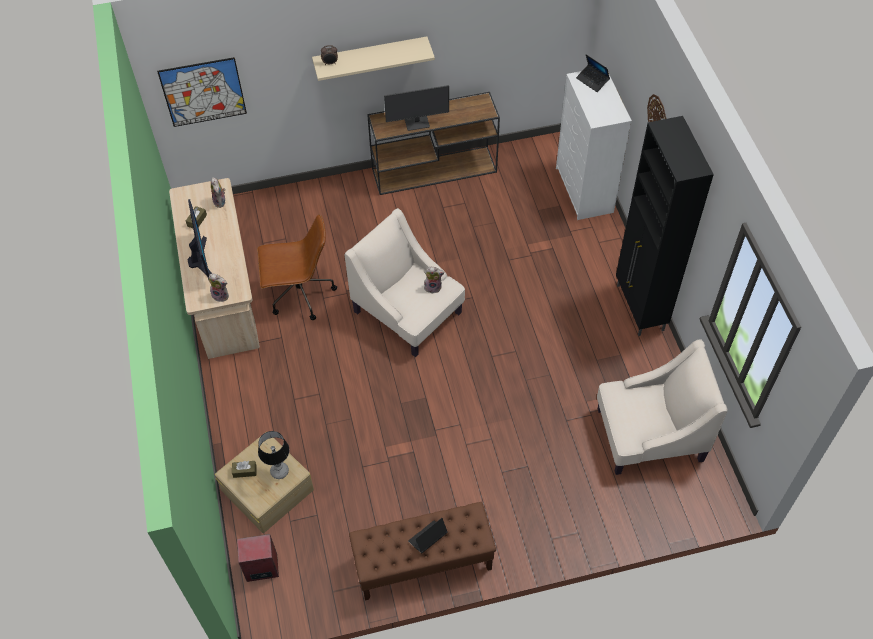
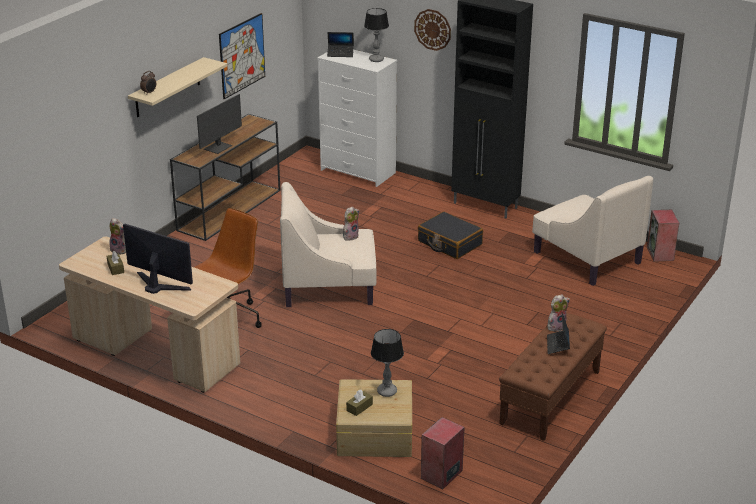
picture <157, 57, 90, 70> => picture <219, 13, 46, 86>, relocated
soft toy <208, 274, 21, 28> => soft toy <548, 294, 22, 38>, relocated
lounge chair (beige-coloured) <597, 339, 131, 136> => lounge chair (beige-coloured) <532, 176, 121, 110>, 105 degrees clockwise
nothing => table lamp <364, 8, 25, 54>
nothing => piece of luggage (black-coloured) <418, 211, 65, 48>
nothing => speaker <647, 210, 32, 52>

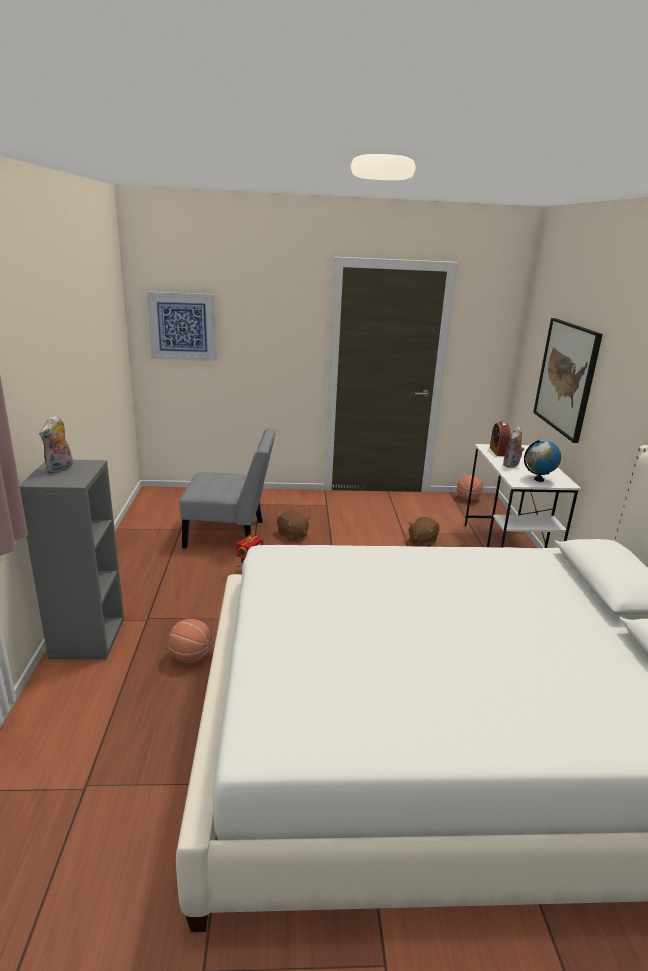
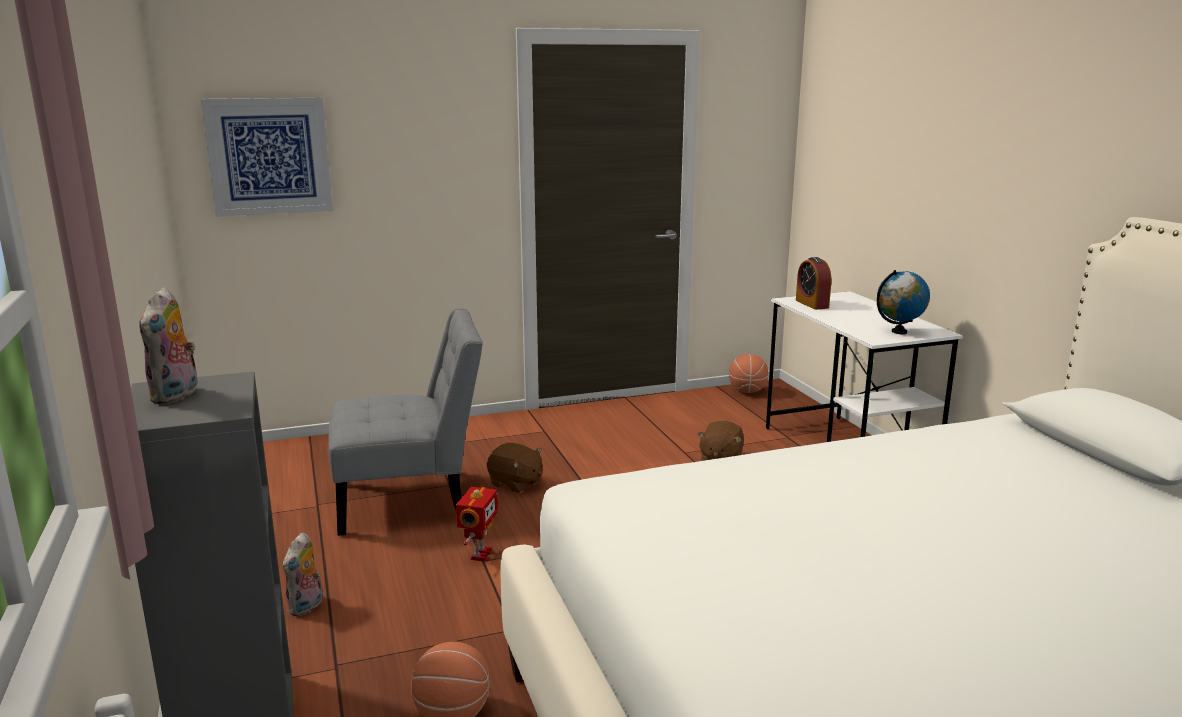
soft toy <503, 426, 21, 42> => soft toy <282, 533, 41, 83>, relocated
picture <533, 318, 70, 125> => nothing

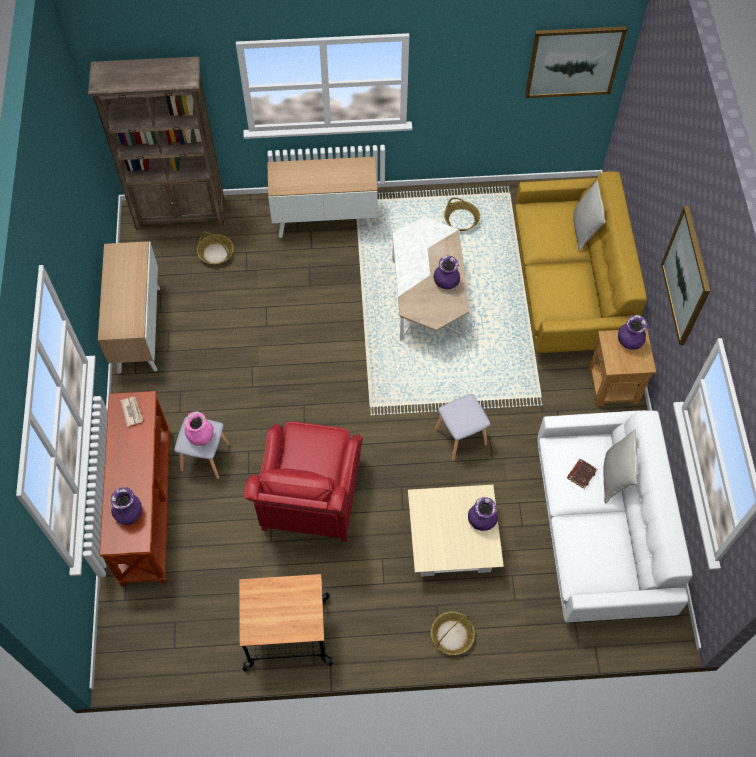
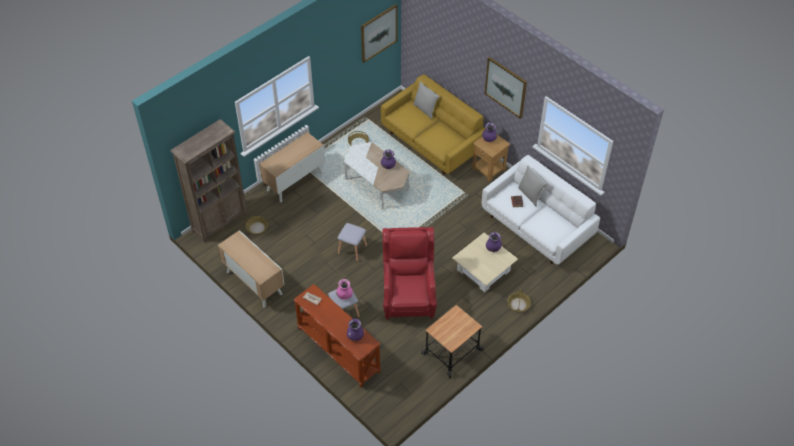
lounge chair (red-coloured) <244, 421, 119, 121> => lounge chair (red-coloured) <383, 227, 54, 93>, 150 degrees counterclockwise
sitting stool (greyish) <435, 394, 55, 67> => sitting stool (greyish) <338, 223, 29, 39>, relocated

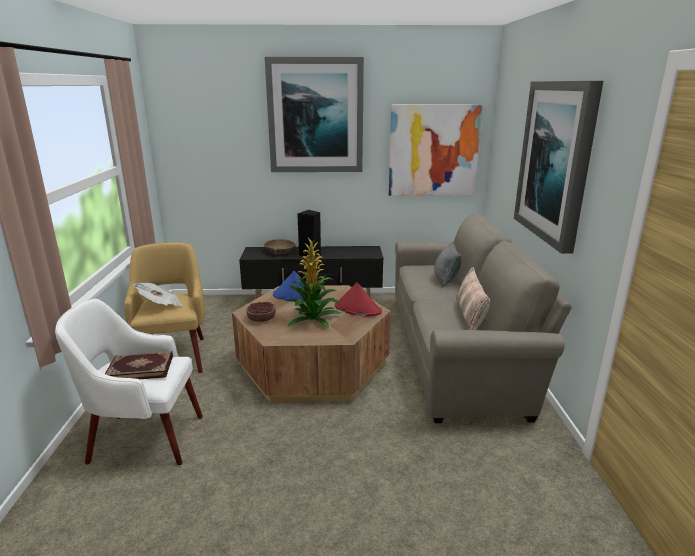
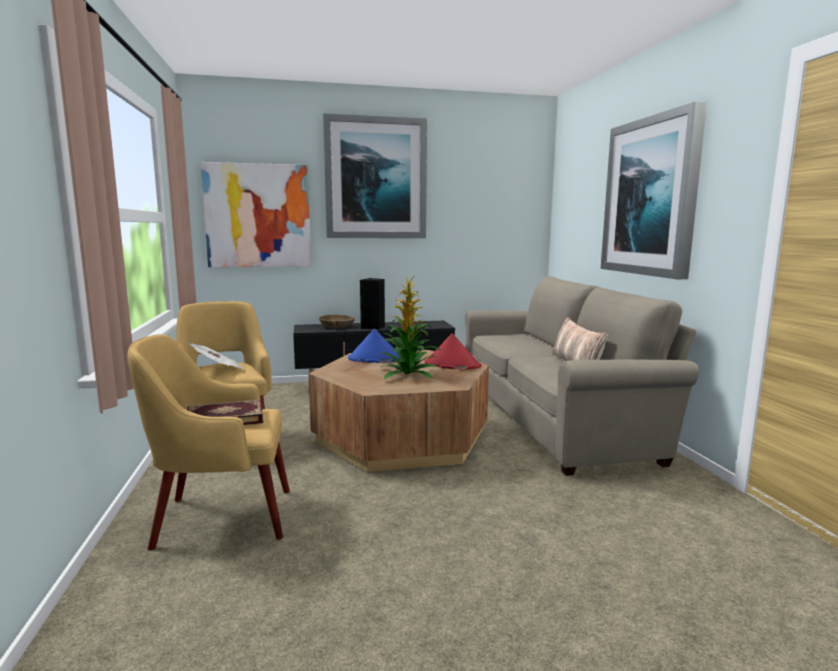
lounge chair (white) <55, 299, 148, 166> => lounge chair (yellow) <127, 334, 163, 216>
bowl <246, 302, 30, 20> => nothing
picture <388, 104, 95, 92> => picture <201, 162, 110, 105>, relocated
throw pillow (greyish) <434, 241, 28, 47> => nothing

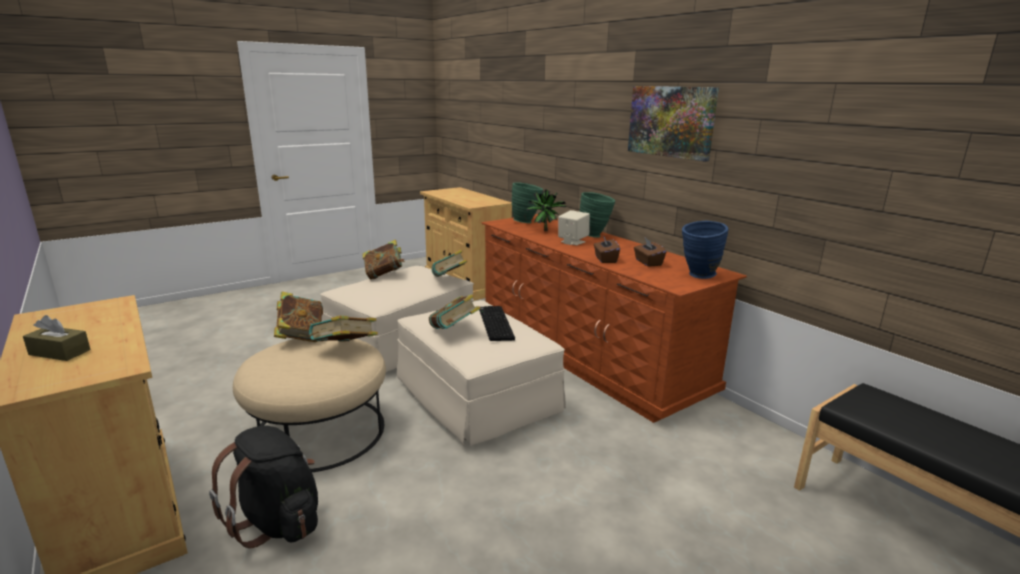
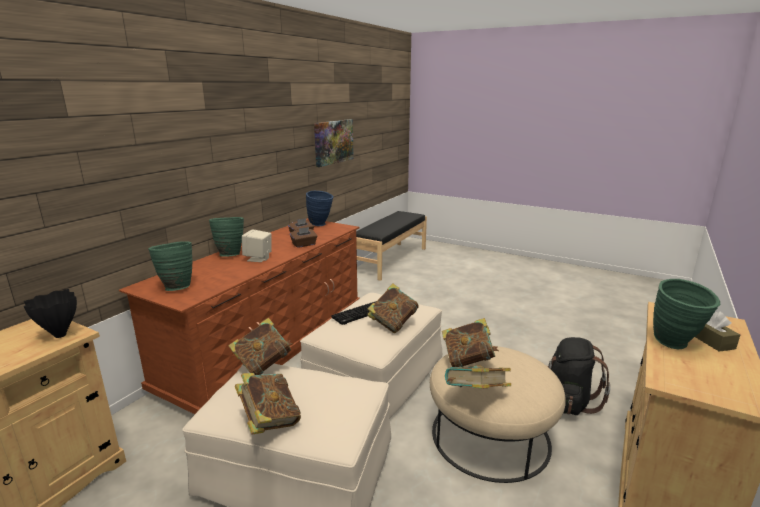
plant in a pot <526, 189, 40, 42> => nothing
picture <628, 86, 91, 76> => picture <314, 119, 40, 48>, relocated
nothing => flower vase (black-coloured) <24, 289, 53, 49>
nothing => flower vase (green) <653, 279, 67, 70>

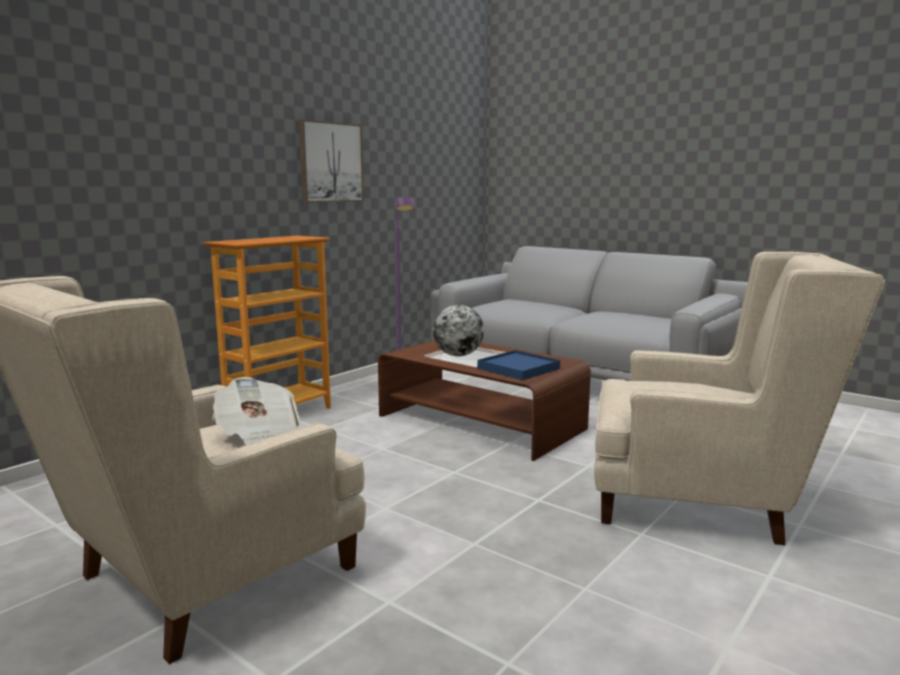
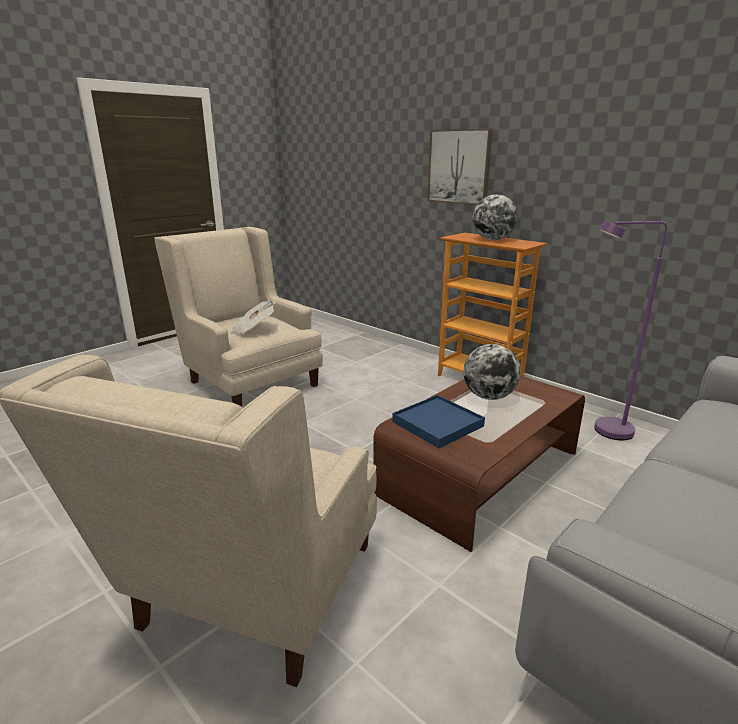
picture <299, 119, 65, 84> => picture <427, 128, 66, 77>, relocated
nothing => desk globe <472, 194, 46, 46>

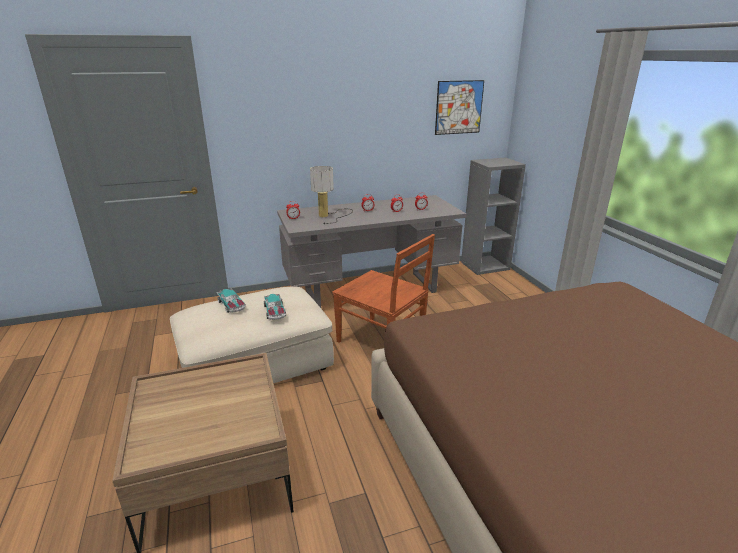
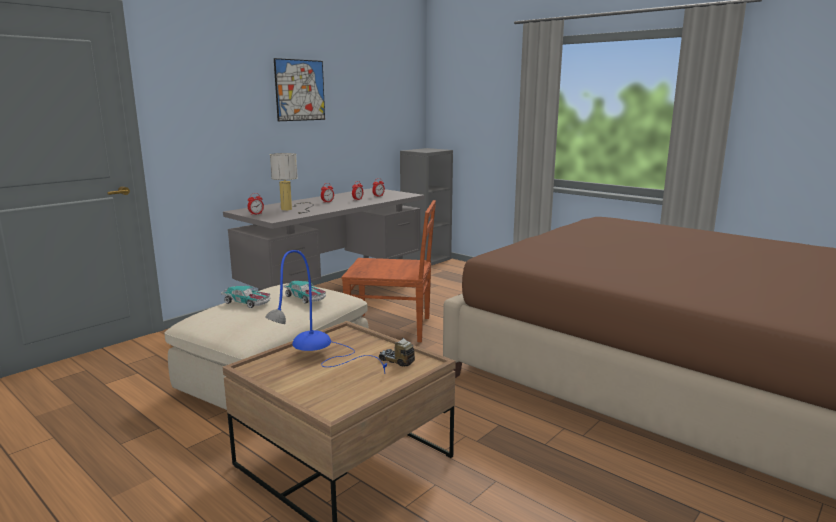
picture <435, 80, 49, 55> => picture <274, 58, 51, 63>, relocated
nothing => table lamp (blue) <266, 250, 122, 123>
nothing => model truck <379, 338, 36, 28>

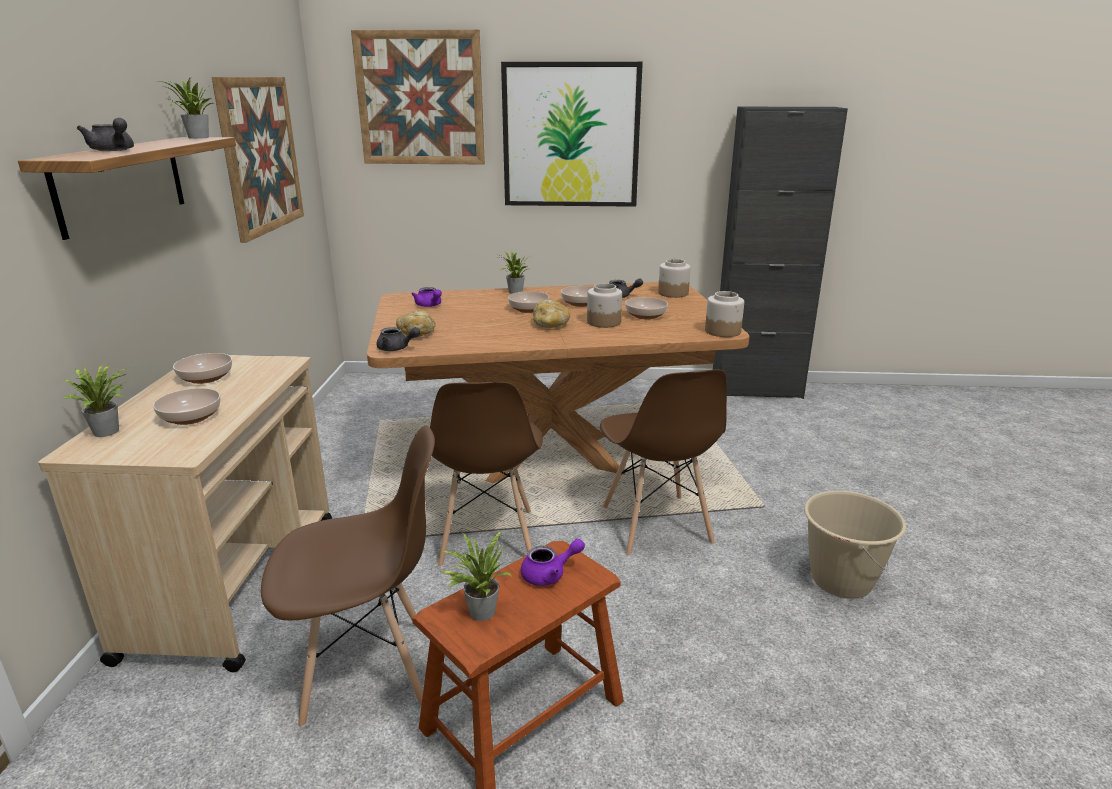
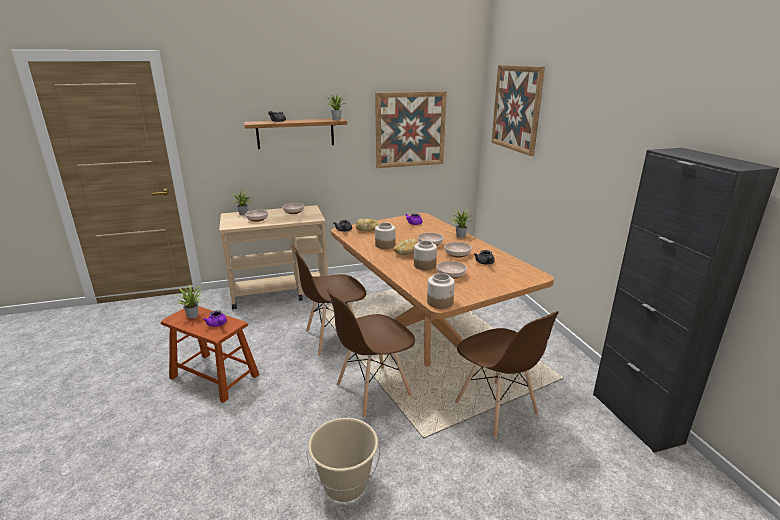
chair (brown-coloured) <261, 426, 174, 301> => chair (brown-coloured) <455, 311, 104, 128>, relocated
picture <501, 62, 142, 145> => nothing
storage jar <658, 259, 33, 39> => storage jar <375, 223, 20, 26>, relocated

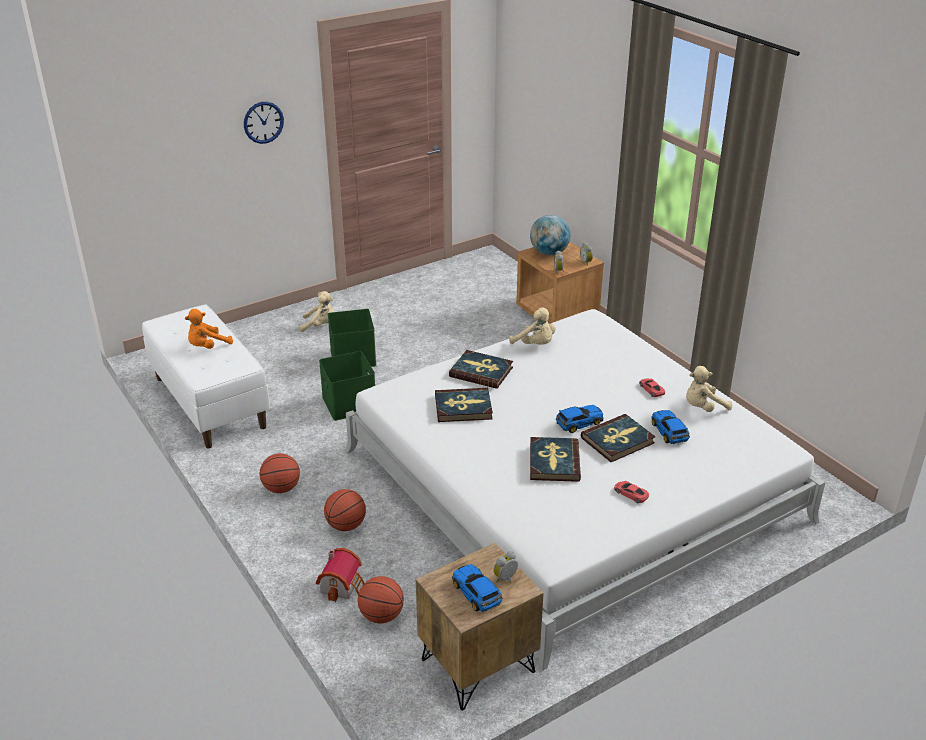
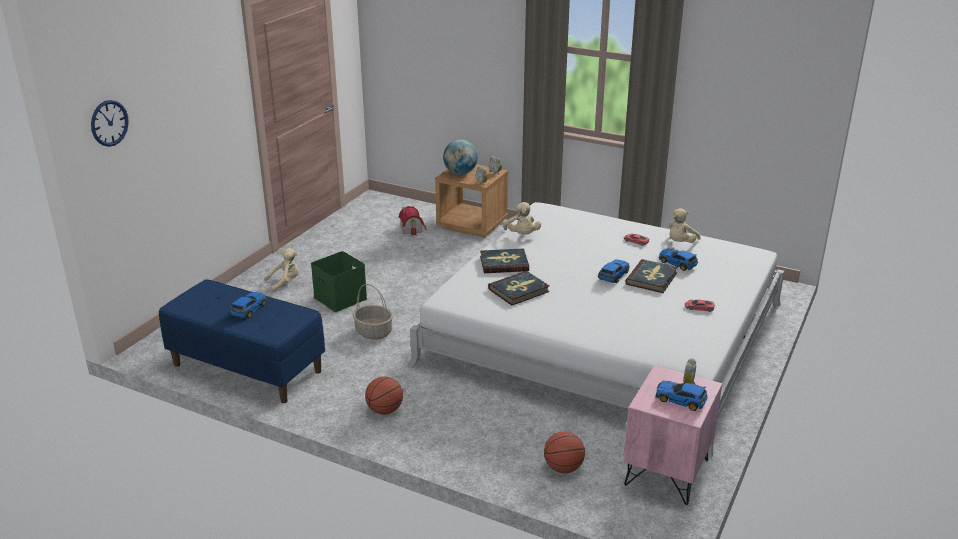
indoor bench (white) <142, 304, 128, 144> => indoor bench (blue) <159, 279, 166, 124>
soft toy (orange-coloured) <185, 309, 48, 40> => miniature car <230, 292, 37, 26>
wall clock <244, 102, 40, 42> => wall clock <91, 100, 38, 47>, relocated
model house <316, 548, 48, 54> => model house <399, 206, 28, 30>, relocated
storage box (green) <319, 351, 56, 70> => household basket <353, 284, 40, 56>
basketball ball <324, 489, 42, 42> => nothing
nightstand (brown-coloured) <416, 543, 128, 168> => nightstand (pinkish) <623, 365, 99, 140>
soft toy (beige-coloured) <509, 308, 46, 37> => soft toy (beige-coloured) <503, 202, 38, 33>, 60 degrees clockwise
book <530, 437, 51, 45> => nothing

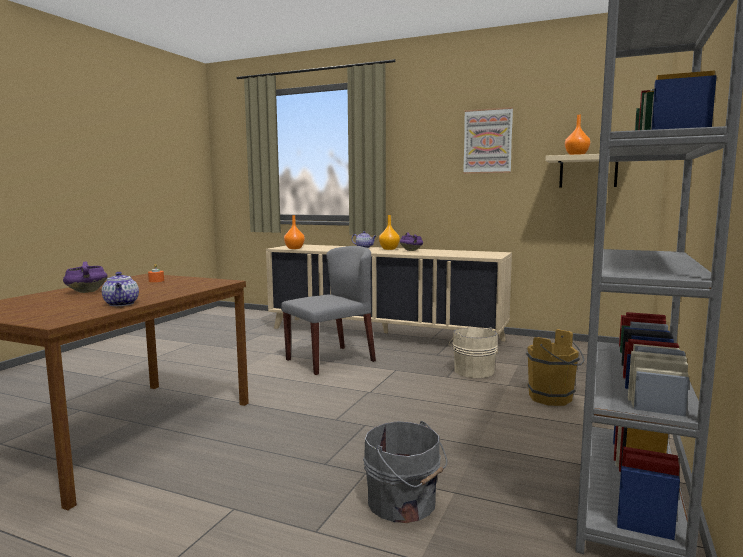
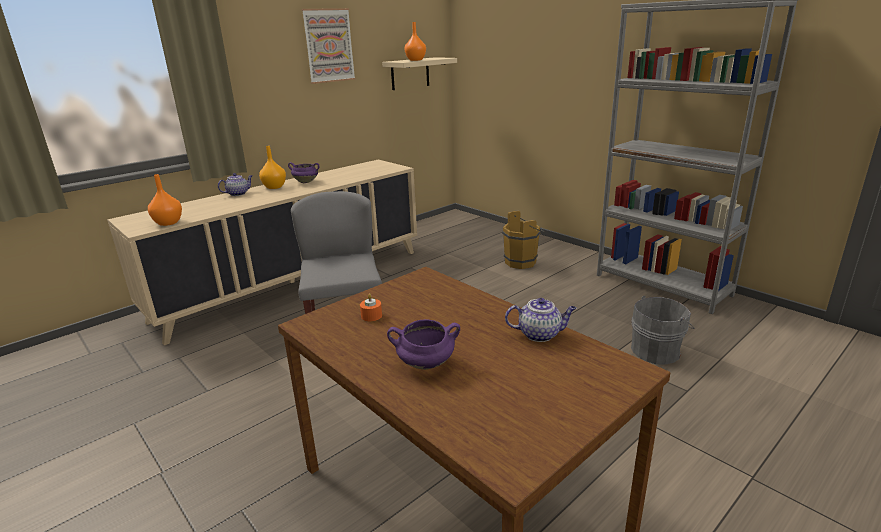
bucket (beige-coloured) <449, 327, 49, 51> => nothing

